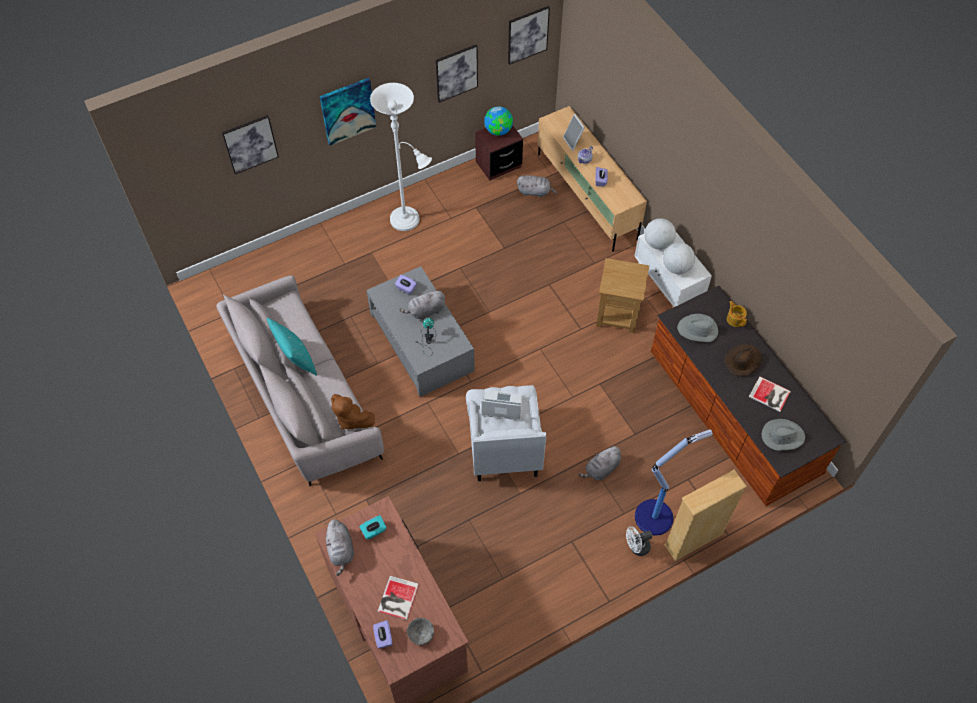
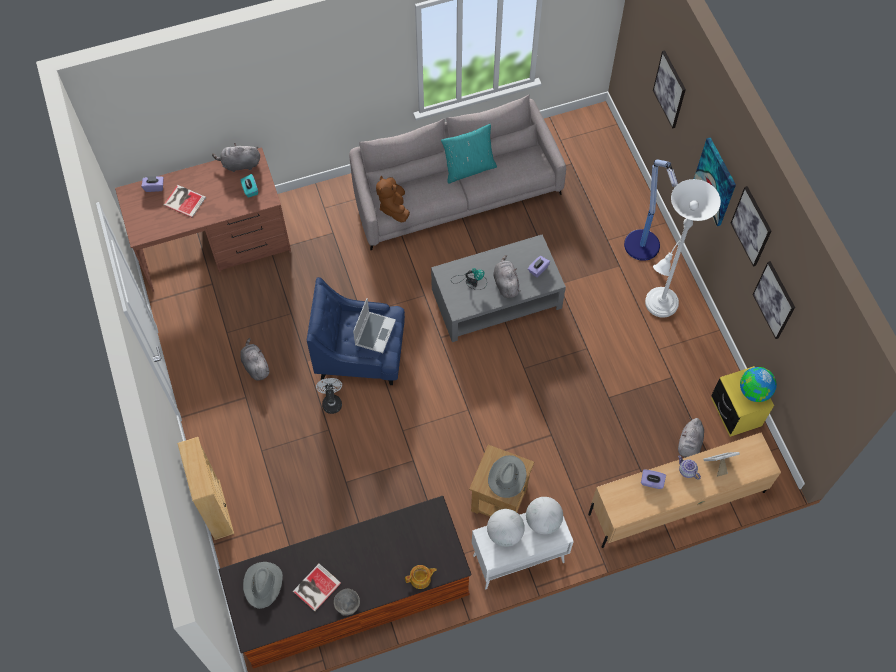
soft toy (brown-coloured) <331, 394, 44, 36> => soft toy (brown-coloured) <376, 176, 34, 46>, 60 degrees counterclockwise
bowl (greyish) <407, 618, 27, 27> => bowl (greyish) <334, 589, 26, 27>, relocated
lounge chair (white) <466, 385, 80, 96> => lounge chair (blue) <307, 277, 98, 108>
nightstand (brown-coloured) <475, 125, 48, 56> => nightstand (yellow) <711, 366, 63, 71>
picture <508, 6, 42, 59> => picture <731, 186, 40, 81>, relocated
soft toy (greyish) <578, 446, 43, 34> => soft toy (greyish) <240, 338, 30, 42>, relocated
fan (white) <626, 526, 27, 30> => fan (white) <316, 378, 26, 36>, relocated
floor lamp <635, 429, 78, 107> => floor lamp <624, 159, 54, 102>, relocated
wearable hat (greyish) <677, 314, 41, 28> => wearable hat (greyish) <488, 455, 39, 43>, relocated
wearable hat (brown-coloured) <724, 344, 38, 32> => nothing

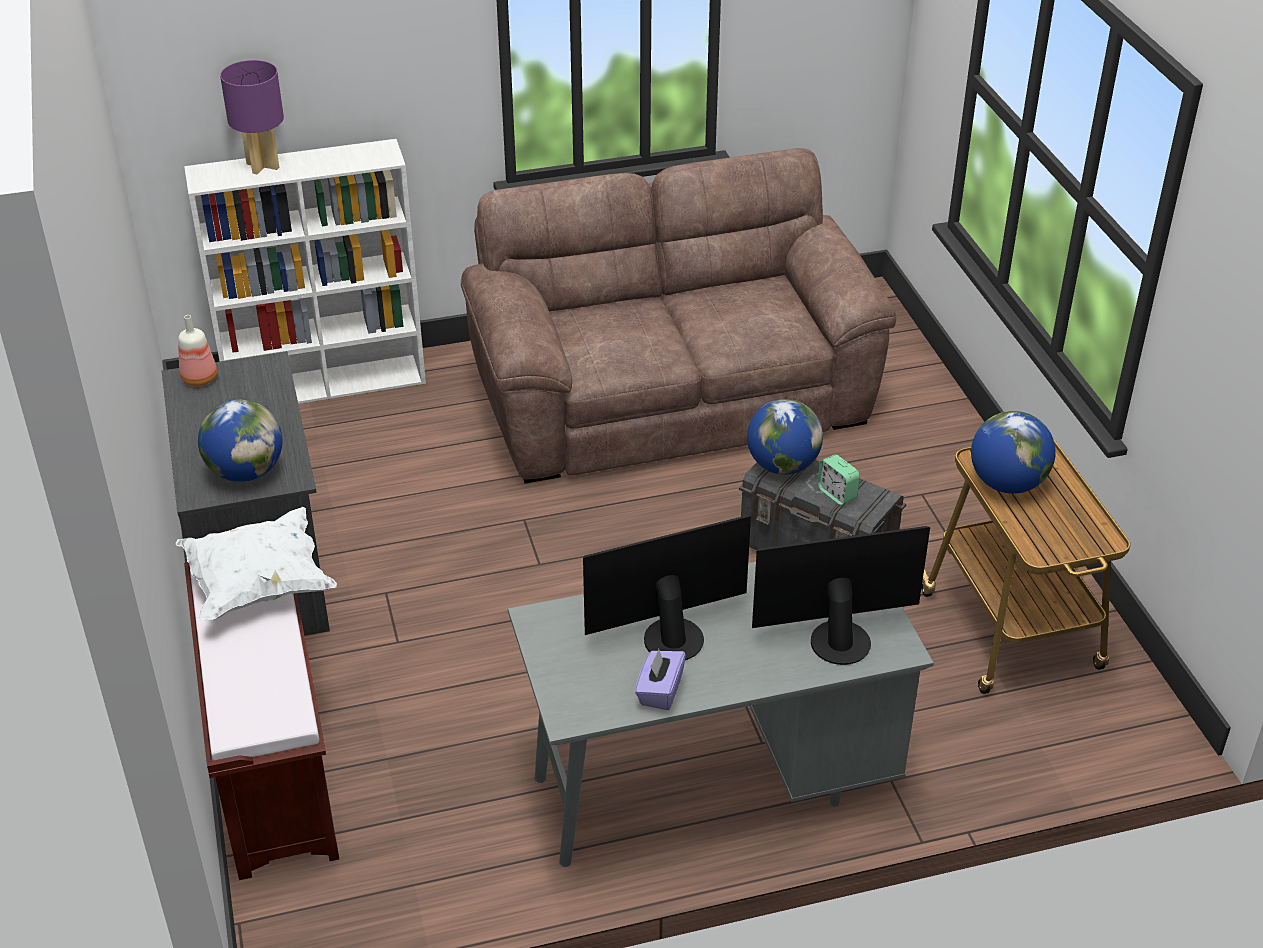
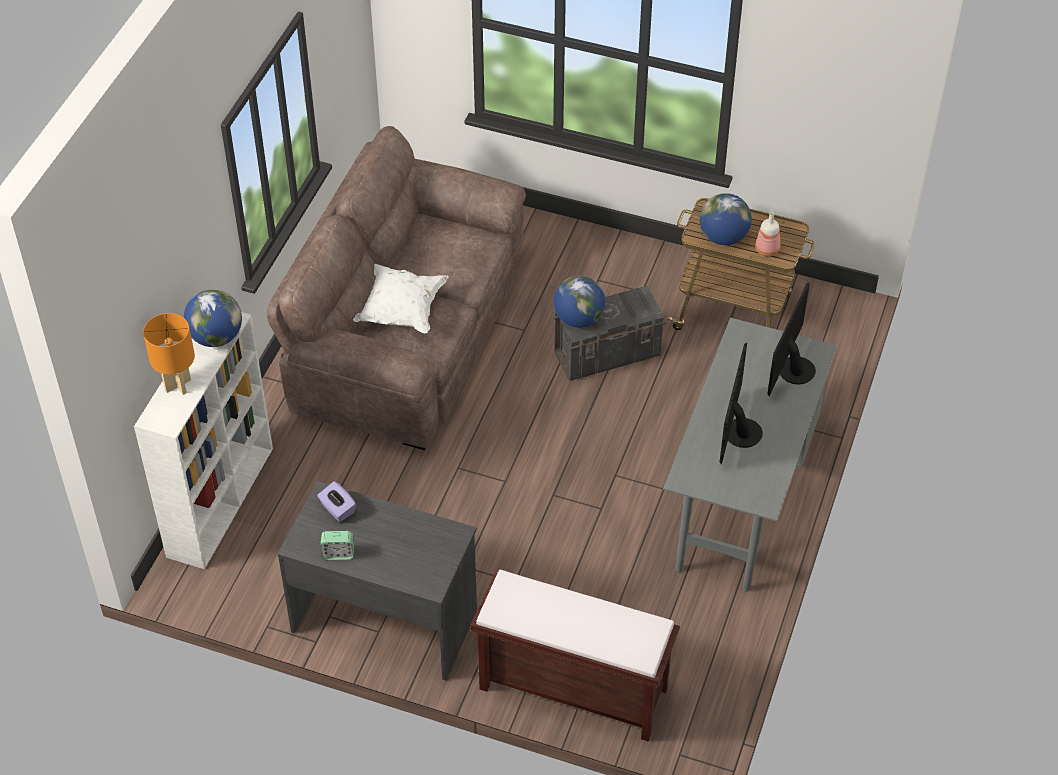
throw pillow (white) <176, 507, 161, 114> => throw pillow (white) <353, 264, 96, 69>, relocated
beverage bottle <178, 315, 39, 71> => beverage bottle <755, 212, 25, 45>, relocated
desk globe <198, 399, 84, 83> => desk globe <184, 290, 58, 57>, relocated
table lamp (purple-coloured) <220, 60, 64, 114> => table lamp (orange-coloured) <143, 313, 52, 82>
box of tissues (purple-coloured) <635, 649, 51, 61> => box of tissues (purple-coloured) <317, 481, 39, 41>, relocated
table clock <817, 454, 43, 51> => table clock <321, 531, 33, 29>, relocated

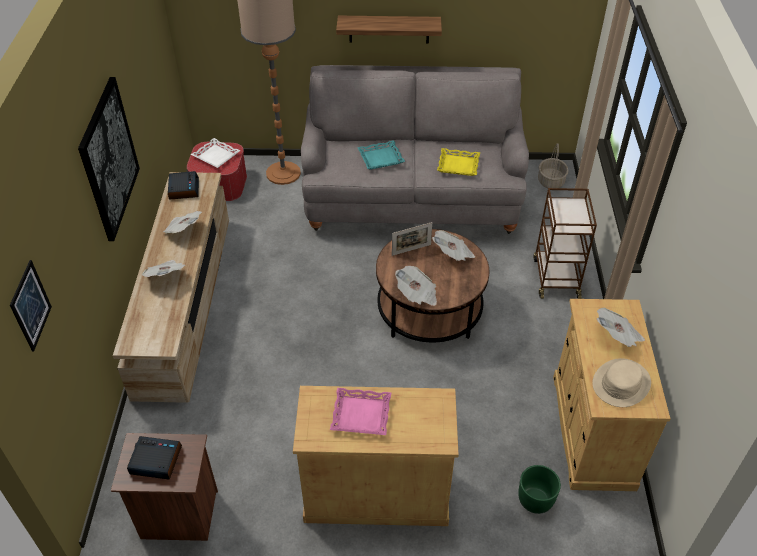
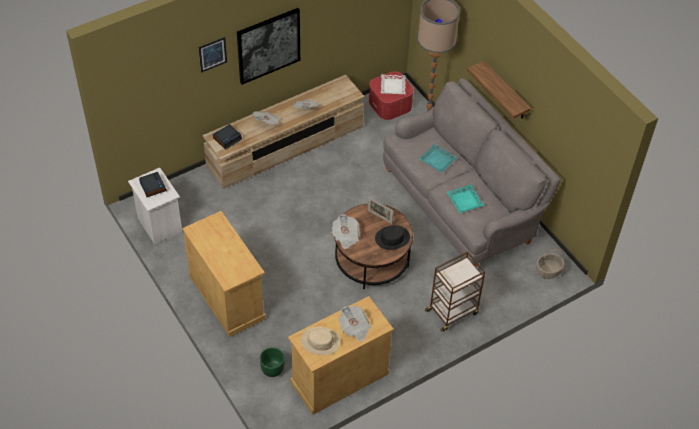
picture <10, 260, 42, 92> => picture <198, 37, 29, 36>, relocated
nightstand (brown-coloured) <111, 433, 107, 108> => nightstand (white) <128, 168, 54, 76>
table clock <168, 171, 31, 29> => table clock <213, 124, 29, 25>, relocated
tray (pinkish) <330, 388, 61, 47> => nothing
printed paper <432, 230, 43, 31> => wearable hat (black-coloured) <375, 225, 35, 25>
tray (yellow) <437, 148, 43, 28> => tray (blue-green) <447, 184, 37, 29>

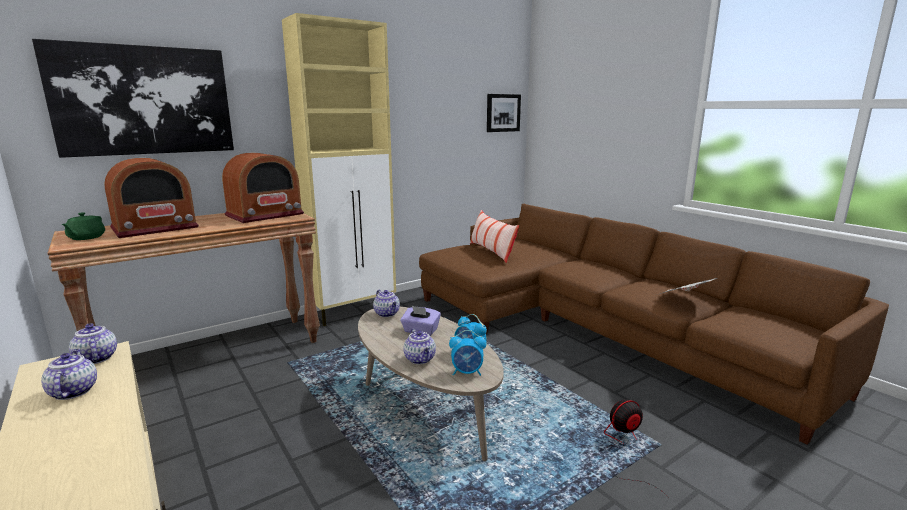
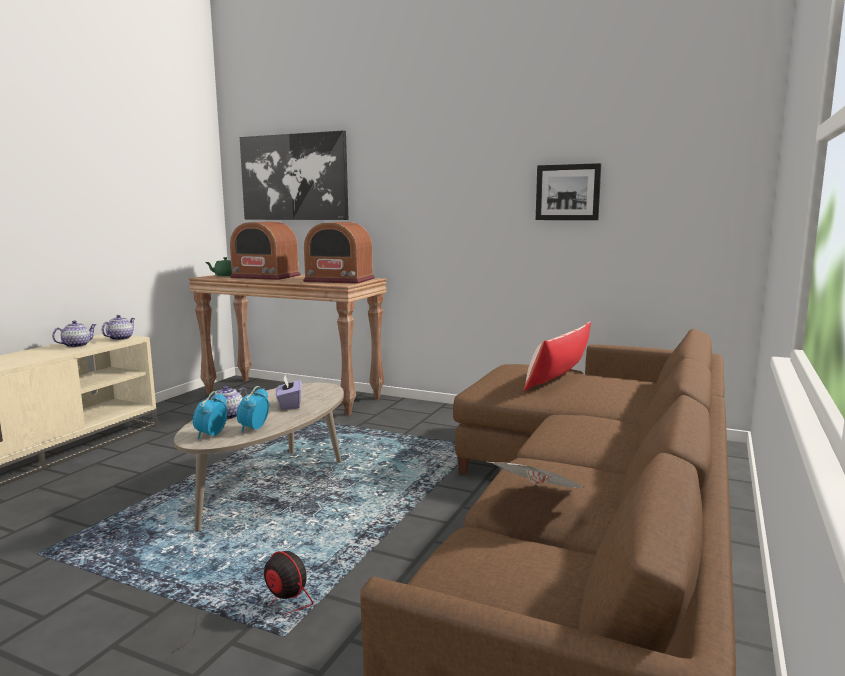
storage cabinet (beige-coloured) <282, 13, 114, 313> => nothing
pot for tea <373, 290, 27, 27> => nothing
table clock <449, 330, 37, 46> => table clock <193, 391, 35, 48>, 45 degrees clockwise
picture <487, 94, 34, 38> => picture <536, 163, 65, 57>, relocated

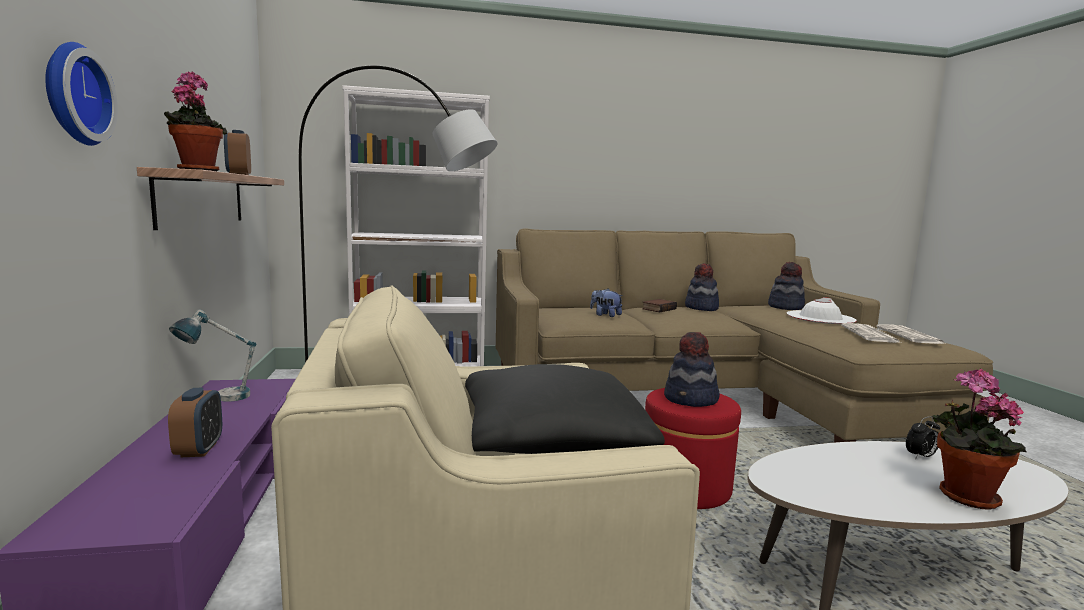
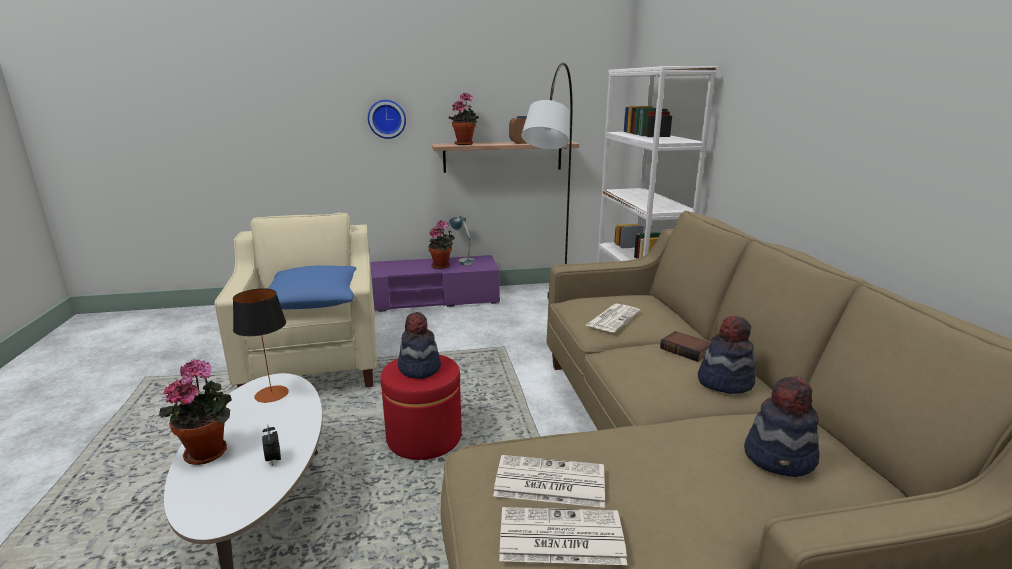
table clock <168, 388, 54, 69> => nothing
throw pillow (black-coloured) <465, 364, 200, 90> => throw pillow (blue) <268, 265, 89, 44>
soft toy <590, 289, 33, 28> => printed paper <586, 304, 54, 28>
wearable hat (white) <787, 297, 70, 27> => nothing
nothing => table lamp <233, 288, 56, 115>
nothing => plant in a pot <428, 220, 27, 49>

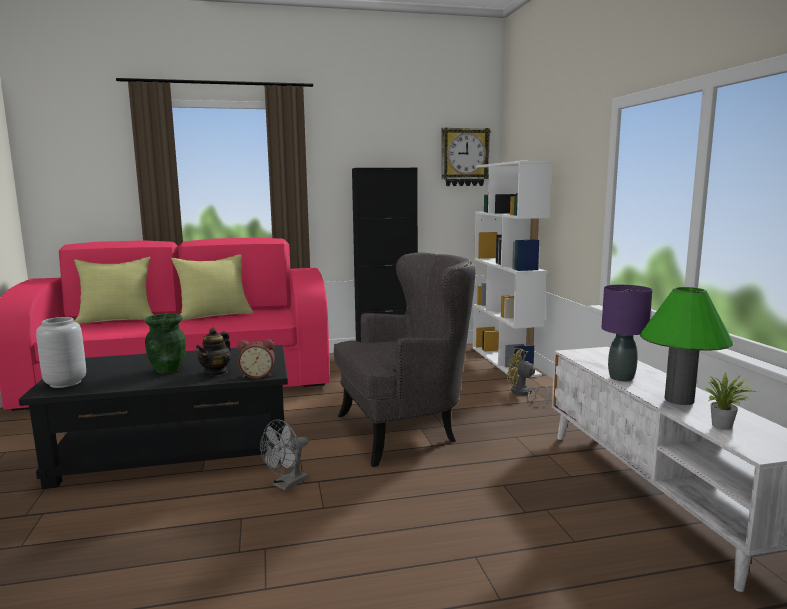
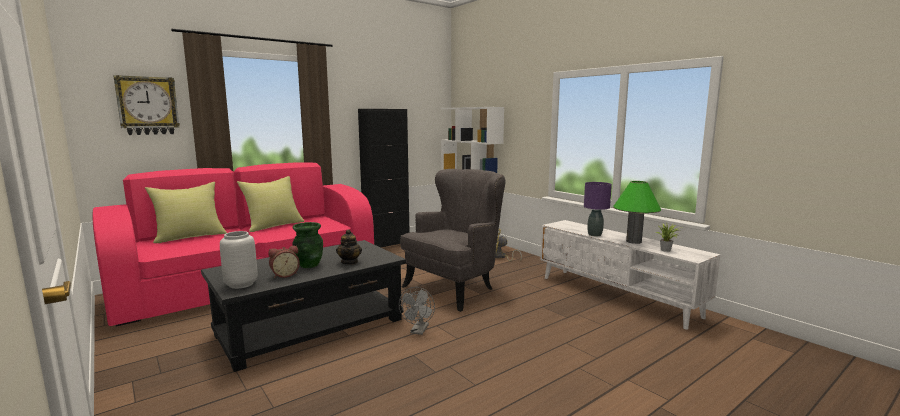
table clock <237, 339, 38, 40> => table clock <268, 245, 32, 33>, relocated
wall clock <441, 127, 50, 59> => wall clock <113, 75, 67, 60>, relocated

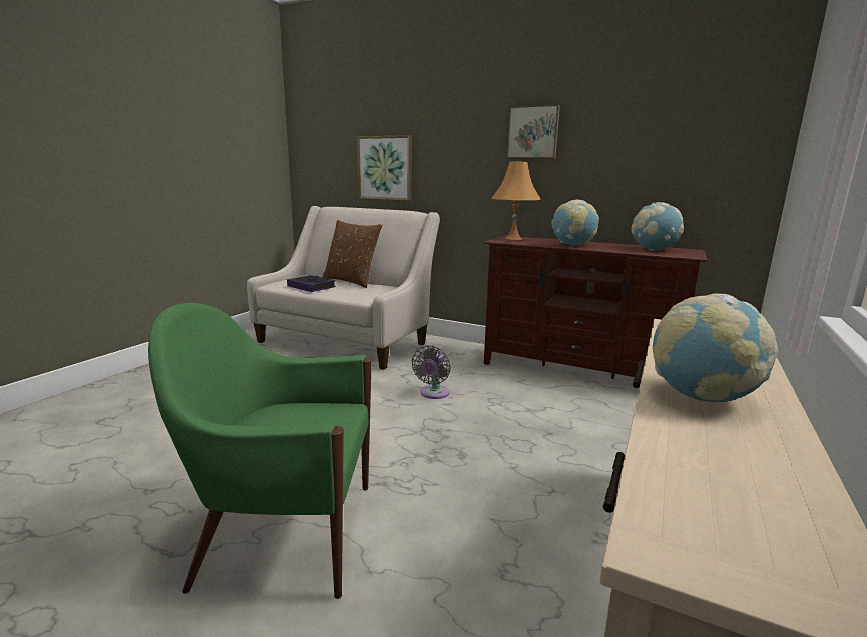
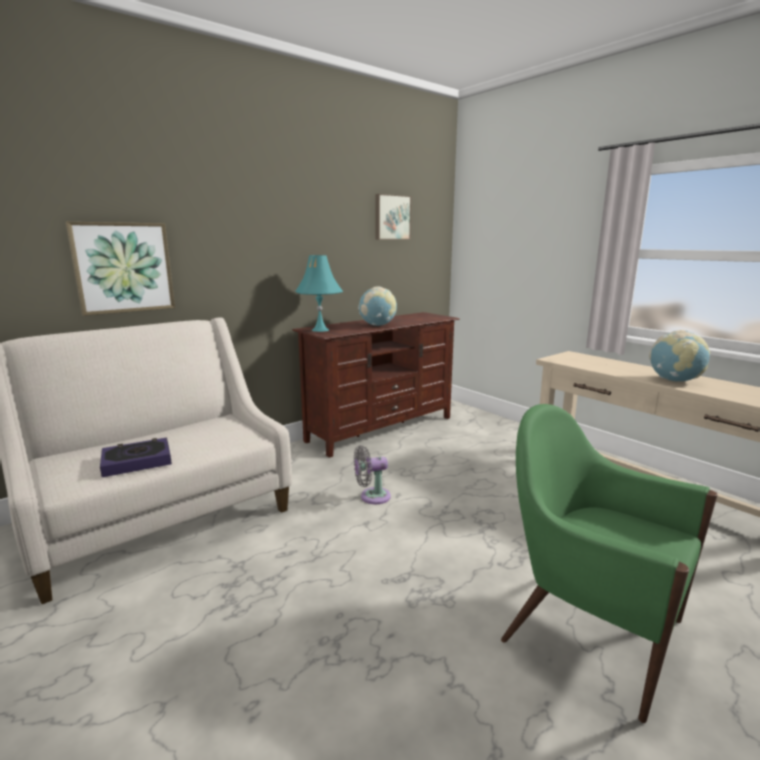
lounge chair (green) <148, 303, 224, 296> => lounge chair (green) <501, 404, 217, 319>, 105 degrees clockwise
throw pillow (brown-coloured) <322, 220, 60, 68> => nothing
fan (greyish) <412, 345, 39, 54> => fan (greyish) <354, 446, 37, 58>, 120 degrees clockwise
table lamp (orange-coloured) <491, 162, 50, 78> => table lamp (blue-green) <295, 255, 48, 77>
picture <506, 105, 54, 53> => picture <375, 194, 37, 46>, relocated
desk globe <631, 202, 53, 49> => nothing

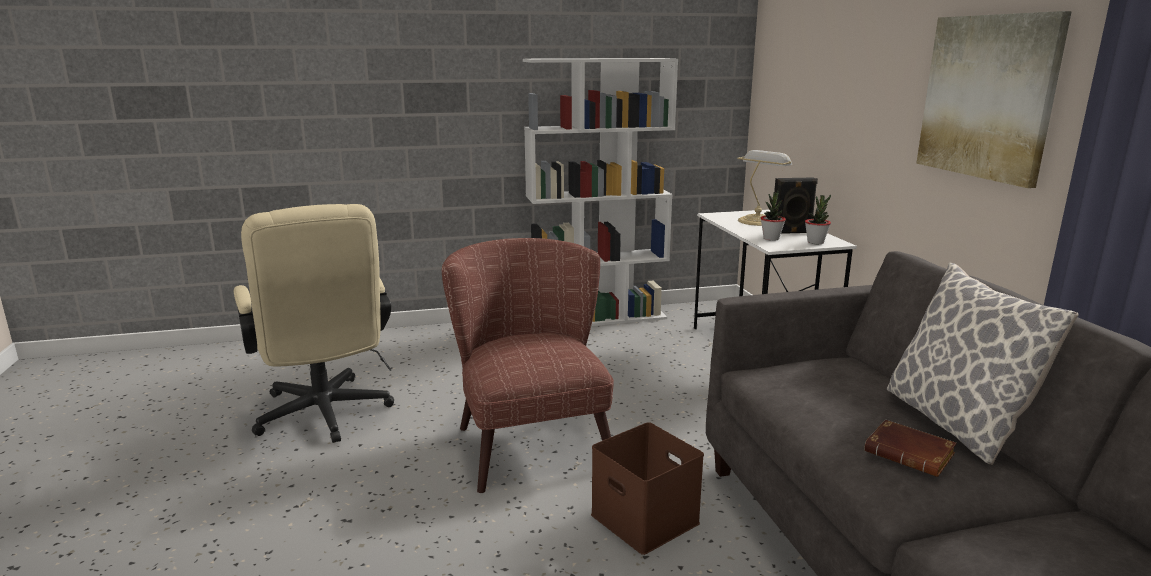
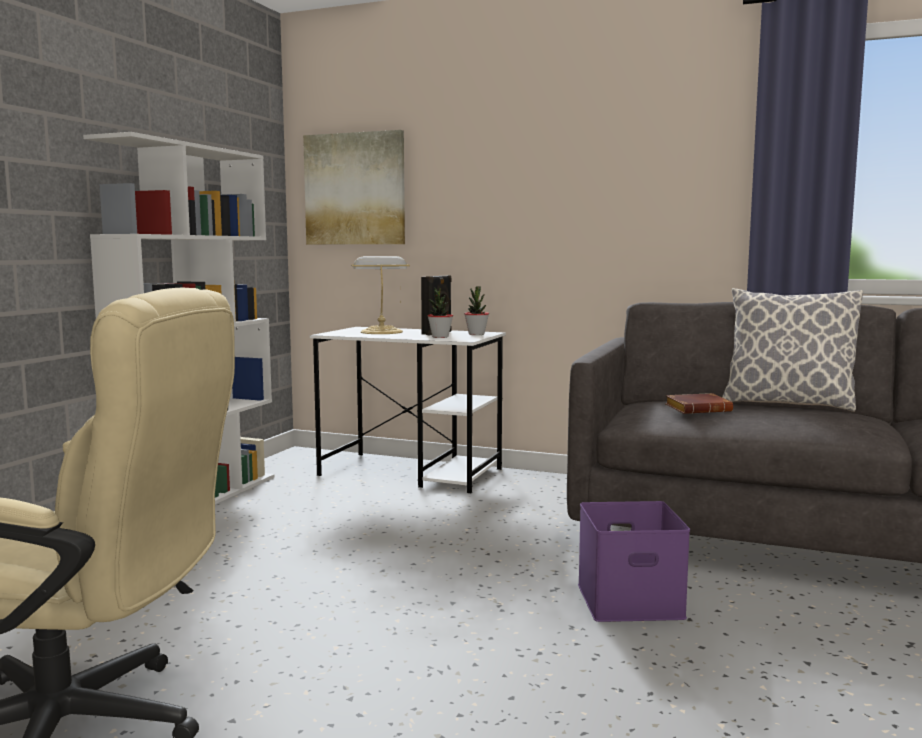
lounge chair (brown-coloured) <442, 238, 172, 255> => nothing
storage box (brown-coloured) <591, 422, 113, 133> => storage box (purple-coloured) <578, 501, 112, 121>
book (brown-coloured) <864, 420, 93, 57> => book (brown-coloured) <665, 393, 68, 21>, relocated
picture <916, 11, 156, 177> => picture <303, 130, 102, 114>, relocated

